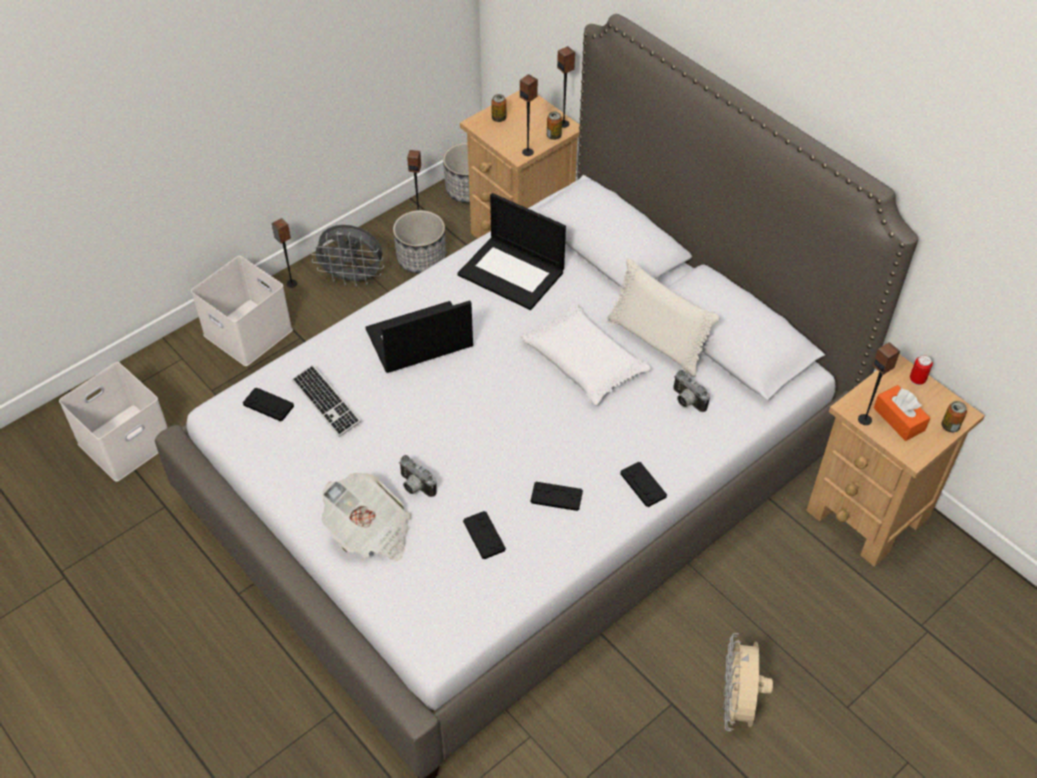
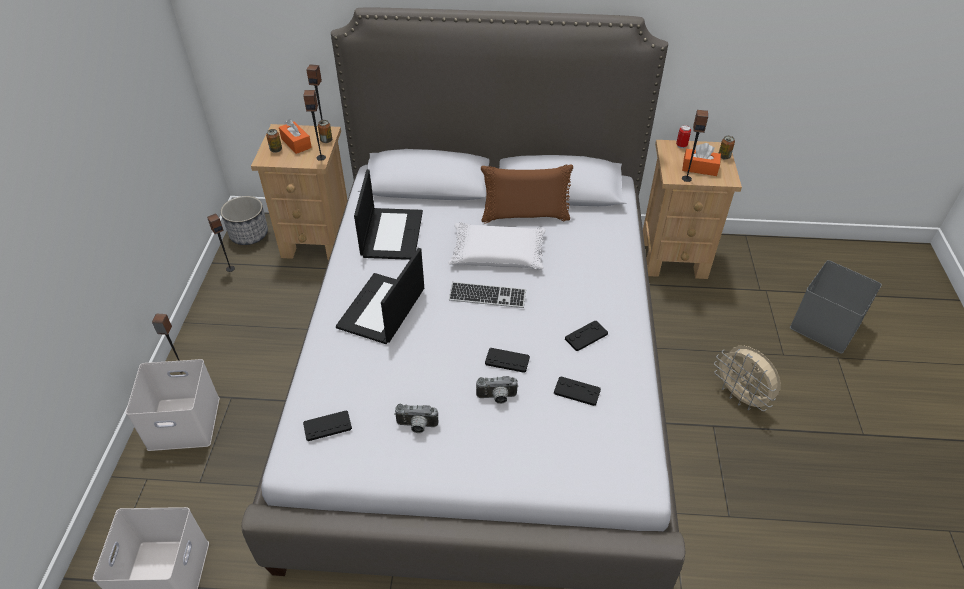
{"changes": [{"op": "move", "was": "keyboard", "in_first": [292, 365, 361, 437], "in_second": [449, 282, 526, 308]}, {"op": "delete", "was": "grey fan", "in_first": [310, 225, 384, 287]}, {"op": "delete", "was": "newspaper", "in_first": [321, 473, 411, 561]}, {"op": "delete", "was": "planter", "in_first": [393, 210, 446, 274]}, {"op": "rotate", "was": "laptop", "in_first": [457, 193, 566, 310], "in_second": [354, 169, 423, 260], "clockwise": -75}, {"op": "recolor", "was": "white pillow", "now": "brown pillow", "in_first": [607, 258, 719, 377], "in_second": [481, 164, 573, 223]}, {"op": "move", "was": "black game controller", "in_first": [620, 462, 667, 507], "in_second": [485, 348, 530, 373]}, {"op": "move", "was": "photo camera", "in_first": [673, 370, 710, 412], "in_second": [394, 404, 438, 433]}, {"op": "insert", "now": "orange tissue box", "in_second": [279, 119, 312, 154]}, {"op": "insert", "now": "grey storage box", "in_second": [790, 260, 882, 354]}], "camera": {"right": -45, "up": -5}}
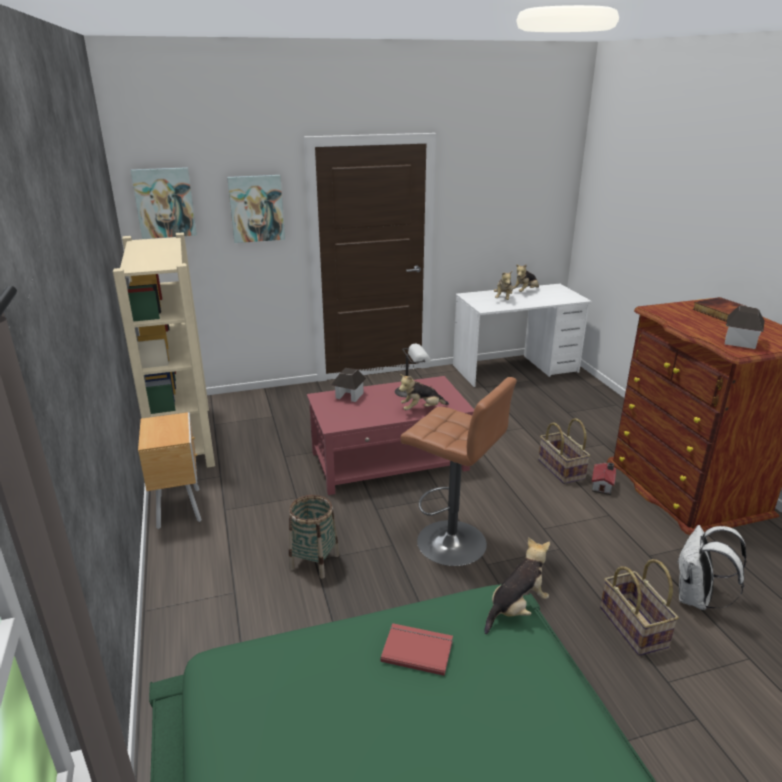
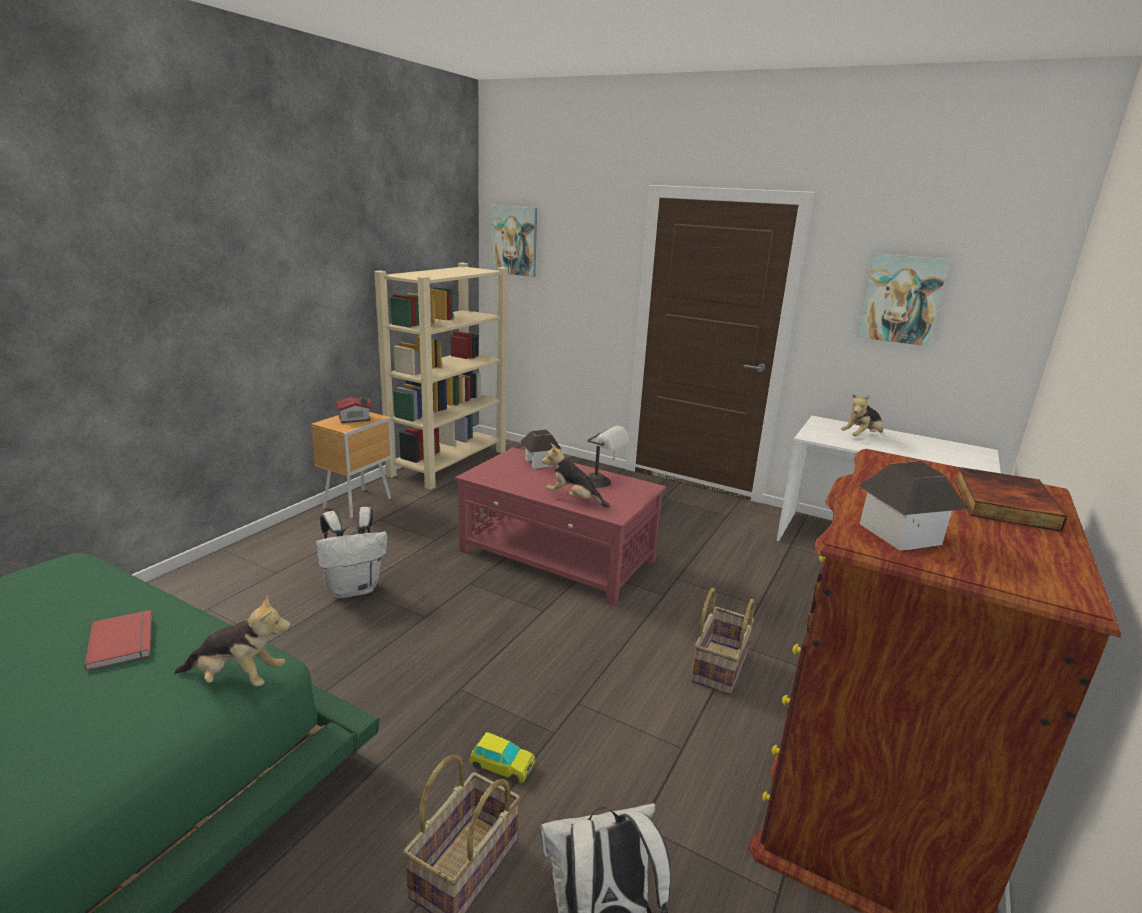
{"changes": [{"op": "move", "was": "picture", "in_first": [227, 175, 285, 243], "in_second": [857, 253, 950, 346]}, {"op": "replace", "was": "basket", "now": "white backpack", "in_first": [289, 495, 339, 579], "in_second": [316, 507, 387, 599]}, {"op": "delete", "was": "brown stool", "in_first": [400, 377, 517, 566]}, {"op": "delete", "was": "plush toy", "in_first": [513, 264, 539, 292]}, {"op": "move", "was": "toy house", "in_first": [592, 463, 616, 495], "in_second": [336, 397, 372, 423]}, {"op": "insert", "now": "toy car", "in_second": [469, 732, 535, 783]}], "camera": {"right": 45, "up": -5}}
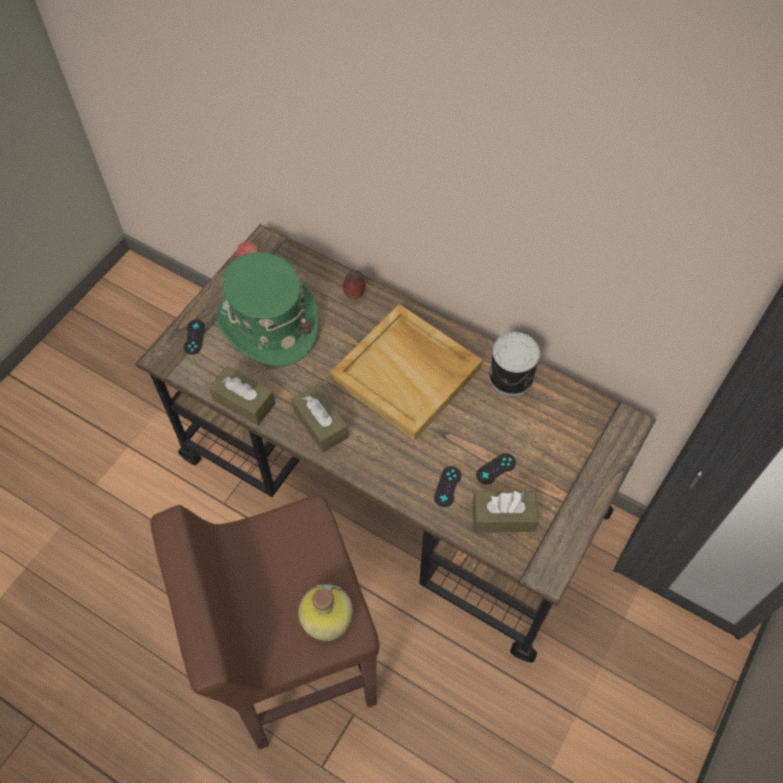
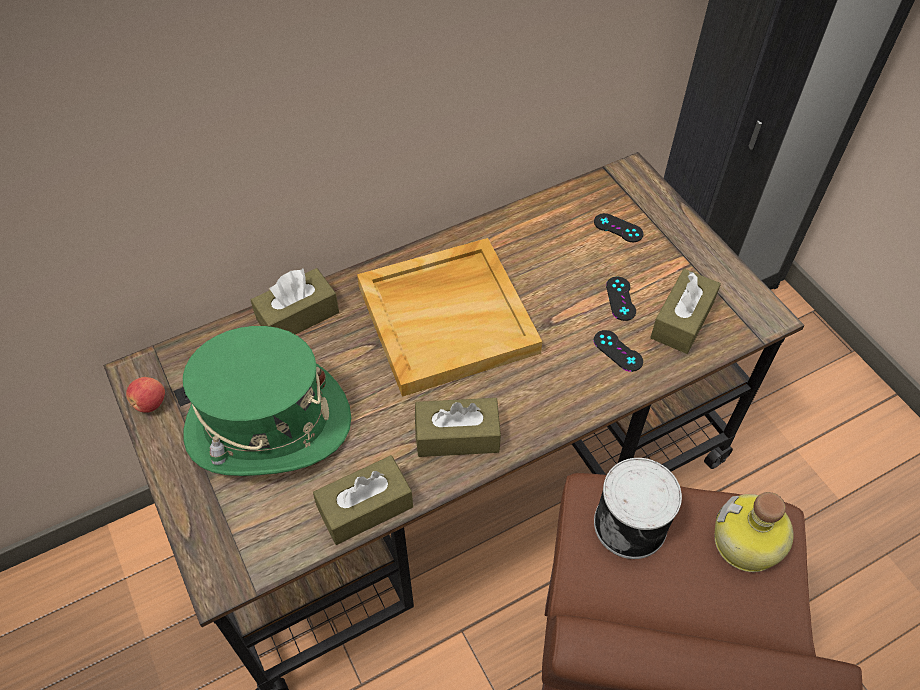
{"changes": [{"op": "move", "was": "black game controller", "in_first": [184, 320, 205, 355], "in_second": [594, 213, 644, 242]}, {"op": "replace", "was": "apple", "now": "brown tissue box", "in_first": [343, 270, 366, 300], "in_second": [251, 268, 339, 335]}, {"op": "move", "was": "can", "in_first": [489, 332, 540, 396], "in_second": [594, 458, 682, 559]}], "camera": {"right": -60, "up": -5}}
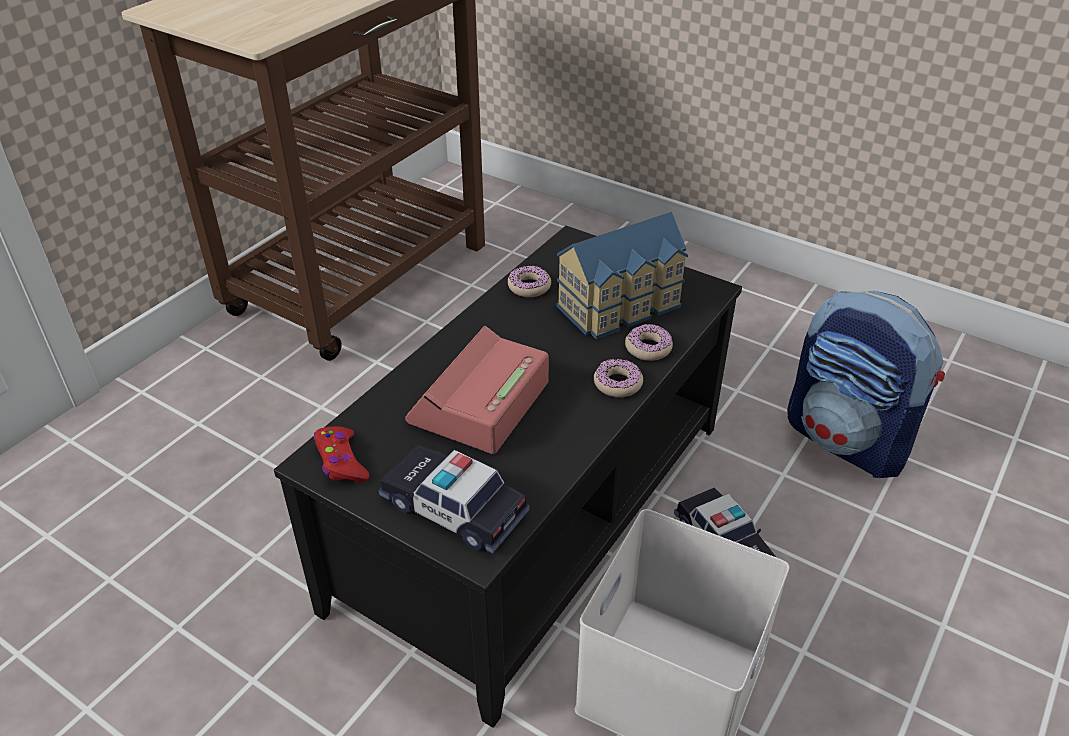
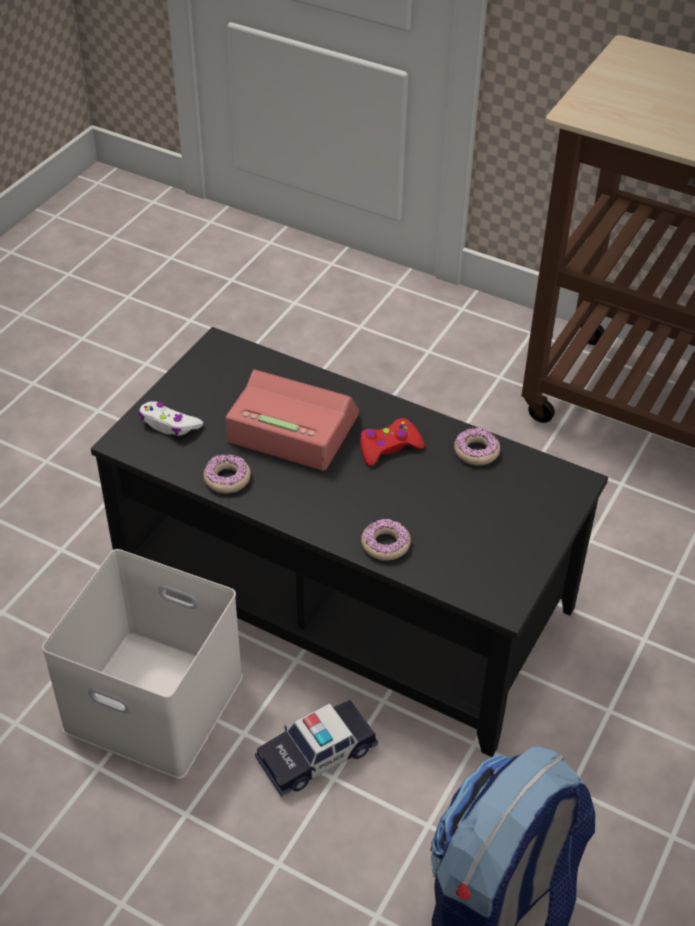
{"changes": [{"op": "move", "was": "red game controller", "in_first": [314, 426, 369, 482], "in_second": [360, 418, 424, 466]}, {"op": "replace", "was": "toy car", "now": "white game controller", "in_first": [379, 445, 530, 554], "in_second": [138, 401, 203, 436]}, {"op": "delete", "was": "toy house", "in_first": [556, 211, 688, 339]}, {"op": "move", "was": "donut", "in_first": [594, 359, 643, 397], "in_second": [203, 454, 251, 493]}], "camera": {"right": 85, "up": 5}}
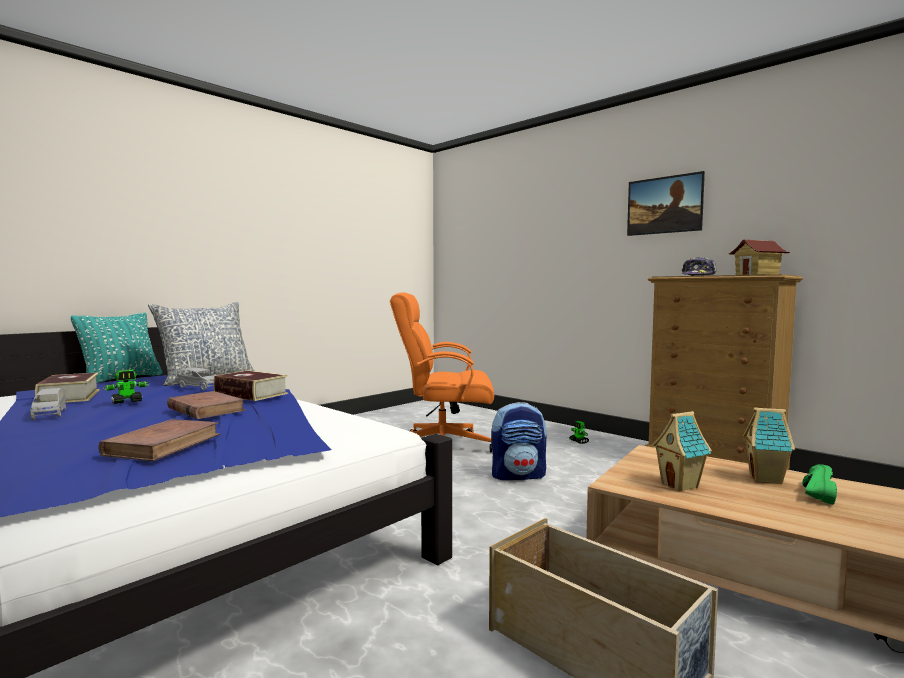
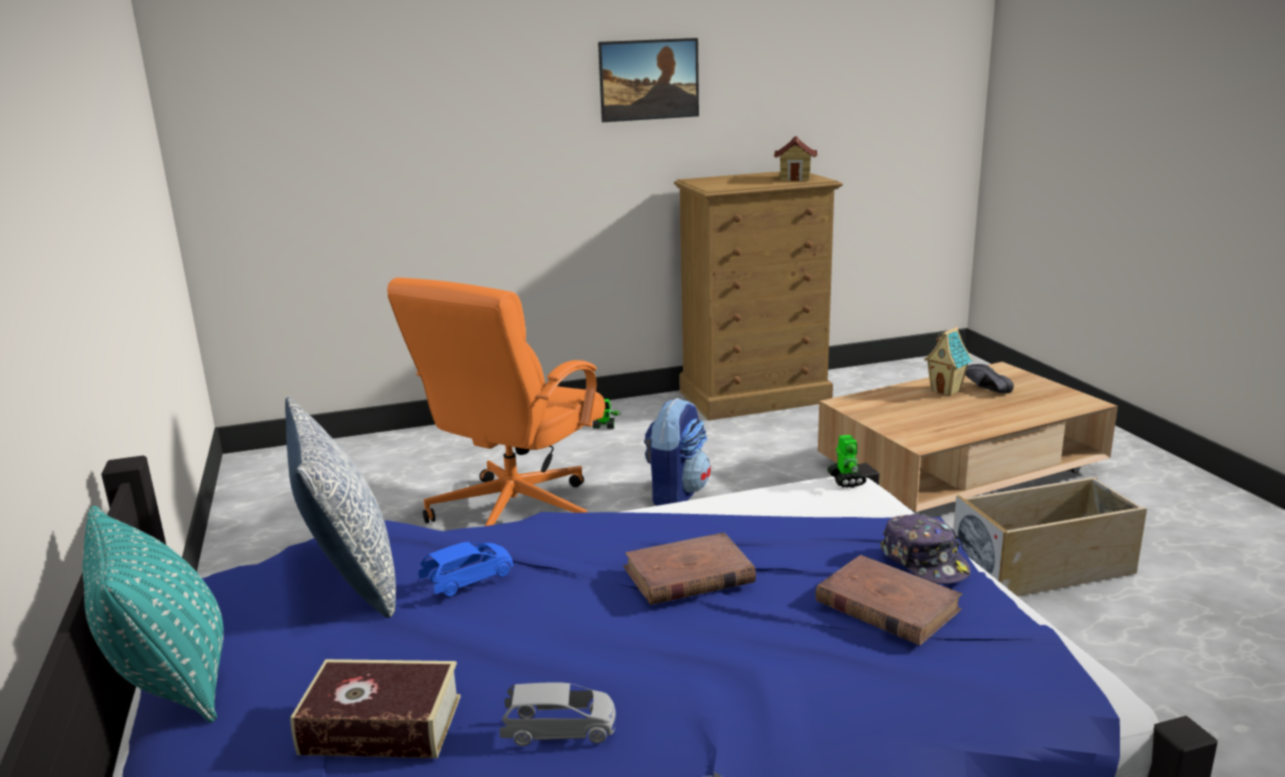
{"changes": [{"op": "move", "was": "toy robot", "in_first": [103, 370, 149, 404], "in_second": [827, 435, 867, 488]}, {"op": "recolor", "was": "grey toy car", "now": "blue toy car", "in_first": [176, 368, 215, 390], "in_second": [419, 542, 513, 597]}, {"op": "delete", "was": "book", "in_first": [213, 370, 288, 401]}, {"op": "delete", "was": "toy house", "in_first": [652, 411, 712, 492]}, {"op": "move", "was": "cap", "in_first": [682, 257, 716, 276], "in_second": [880, 514, 971, 584]}, {"op": "recolor", "was": "green shoe", "now": "black shoe", "in_first": [802, 464, 837, 505], "in_second": [965, 364, 1014, 393]}], "camera": {"right": -60, "up": 15}}
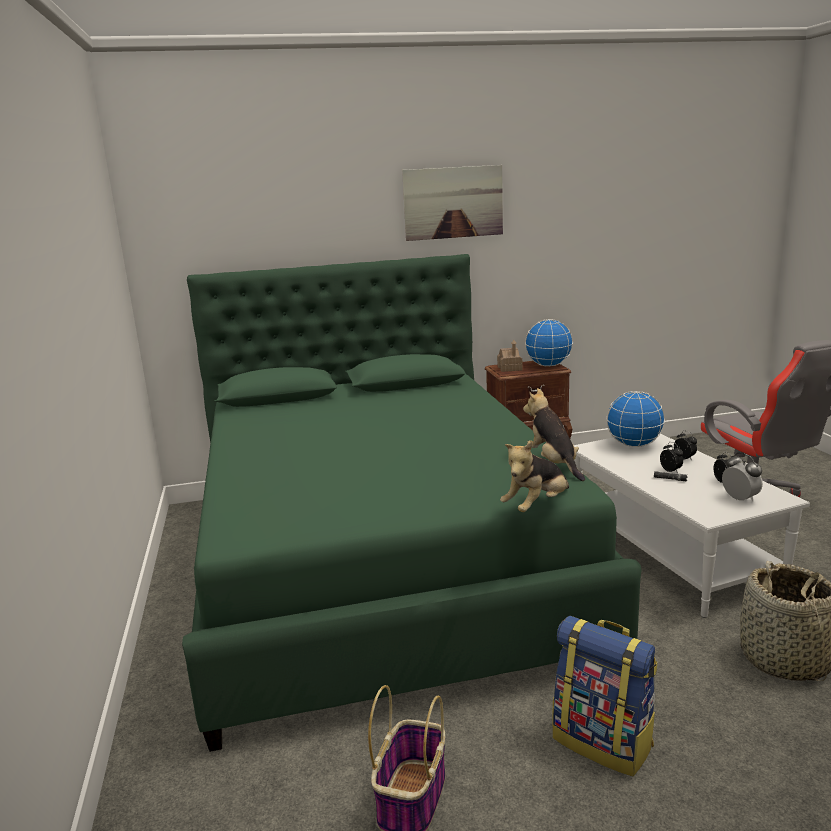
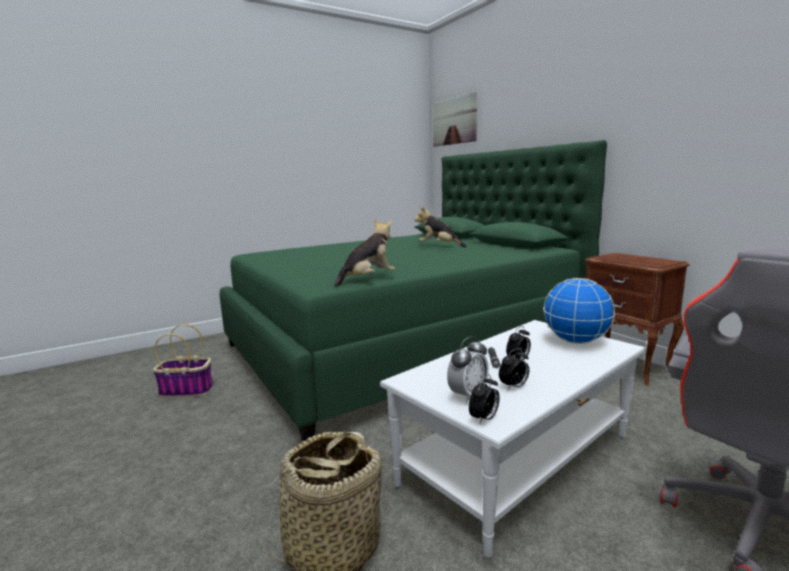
{"changes": [{"op": "move", "was": "picture", "in_first": [402, 165, 503, 241], "in_second": [433, 92, 477, 147]}, {"op": "delete", "was": "toy house", "in_first": [497, 340, 523, 372]}, {"op": "move", "was": "plush toy", "in_first": [500, 442, 569, 512], "in_second": [414, 207, 467, 247]}, {"op": "delete", "was": "globe", "in_first": [525, 319, 573, 367]}, {"op": "delete", "was": "backpack", "in_first": [553, 616, 657, 776]}, {"op": "move", "was": "alarm clock", "in_first": [674, 430, 697, 461], "in_second": [469, 374, 500, 424]}], "camera": {"right": 70, "up": -5}}
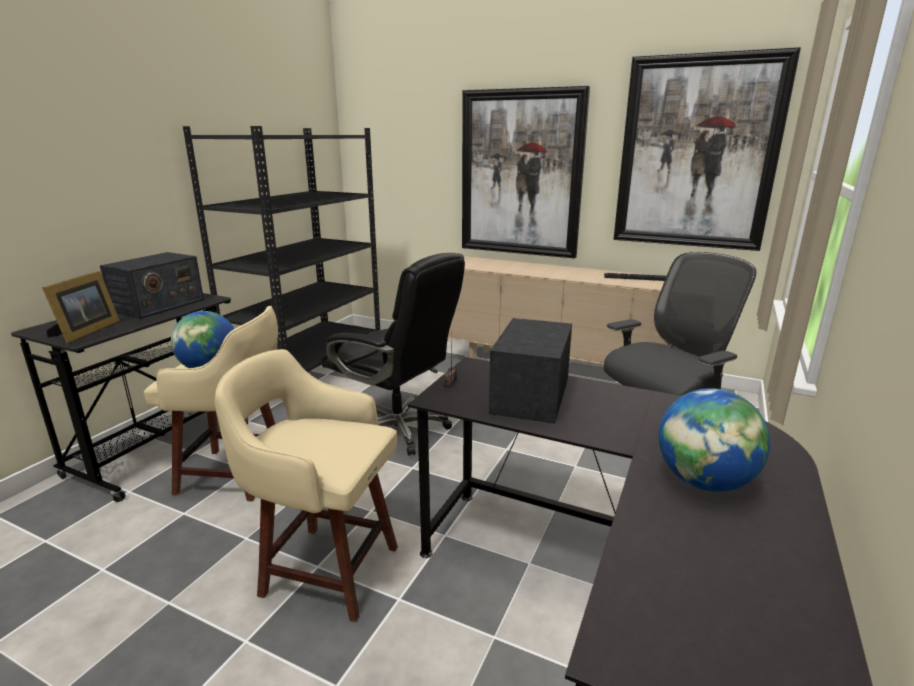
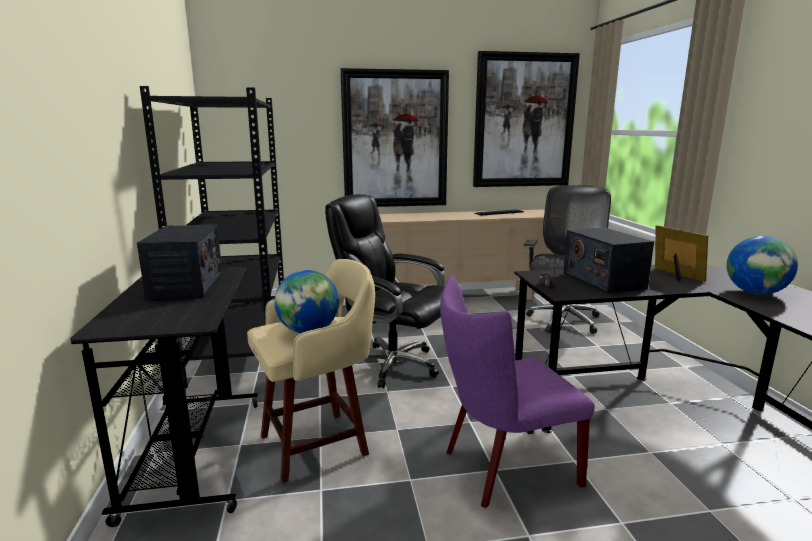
{"changes": [{"op": "move", "was": "picture frame", "in_first": [42, 271, 120, 343], "in_second": [655, 225, 708, 282]}, {"op": "replace", "was": "beige stool", "now": "purple chair", "in_first": [215, 349, 398, 622], "in_second": [440, 275, 595, 508]}, {"op": "rotate", "was": "black office chair", "in_first": [321, 253, 465, 455], "in_second": [325, 194, 445, 388], "clockwise": -150}], "camera": {"right": -35, "up": -5}}
